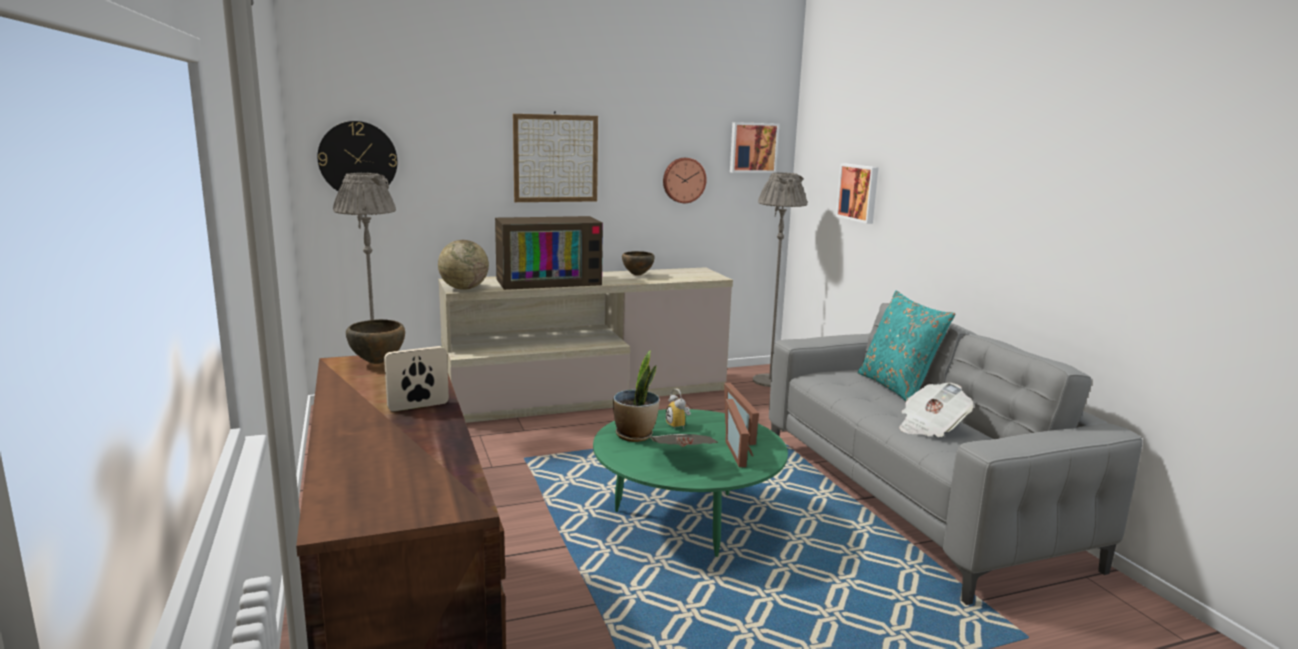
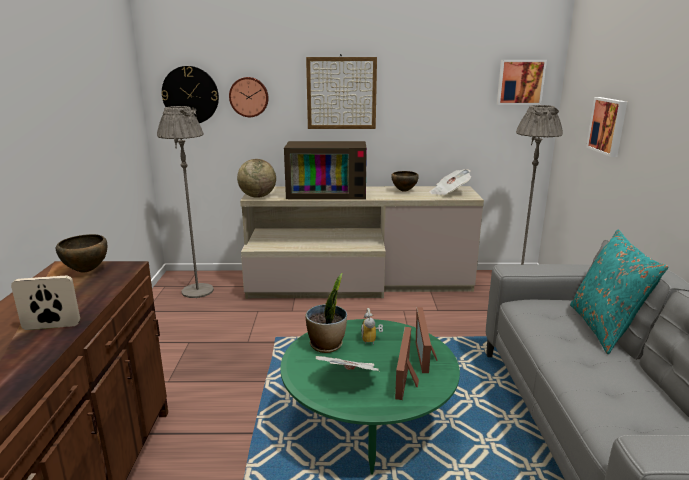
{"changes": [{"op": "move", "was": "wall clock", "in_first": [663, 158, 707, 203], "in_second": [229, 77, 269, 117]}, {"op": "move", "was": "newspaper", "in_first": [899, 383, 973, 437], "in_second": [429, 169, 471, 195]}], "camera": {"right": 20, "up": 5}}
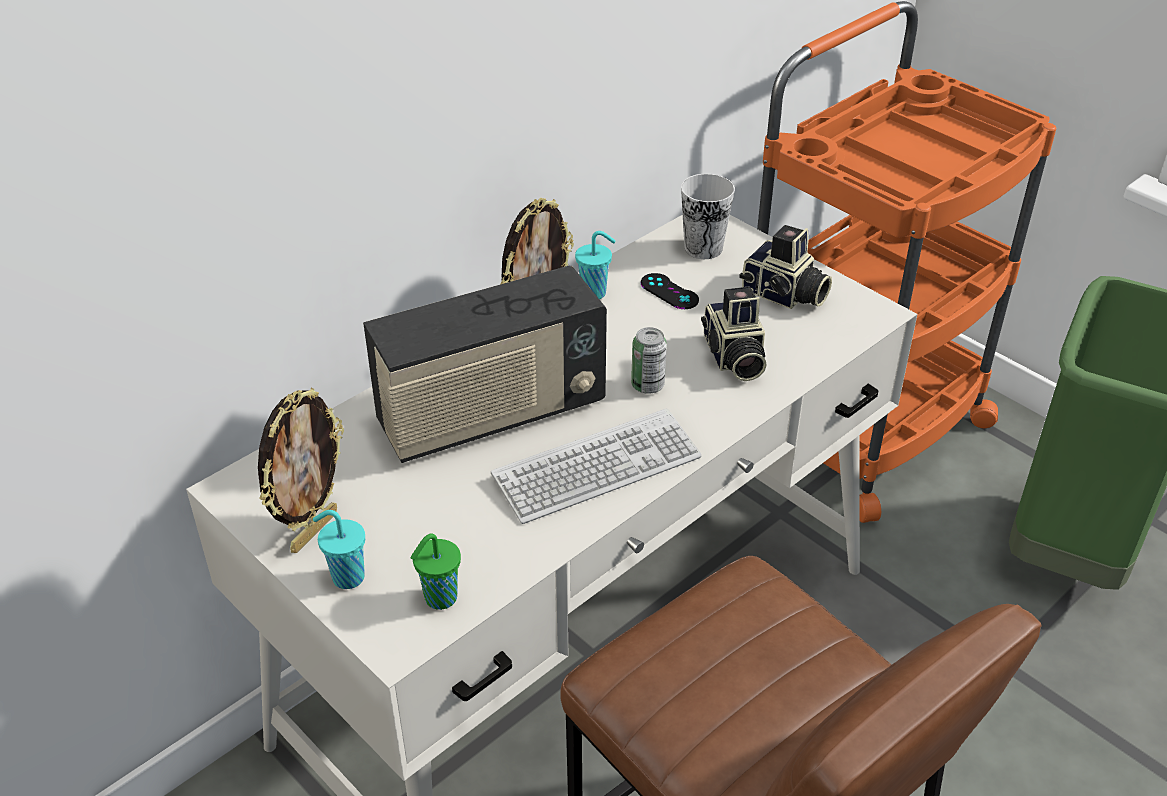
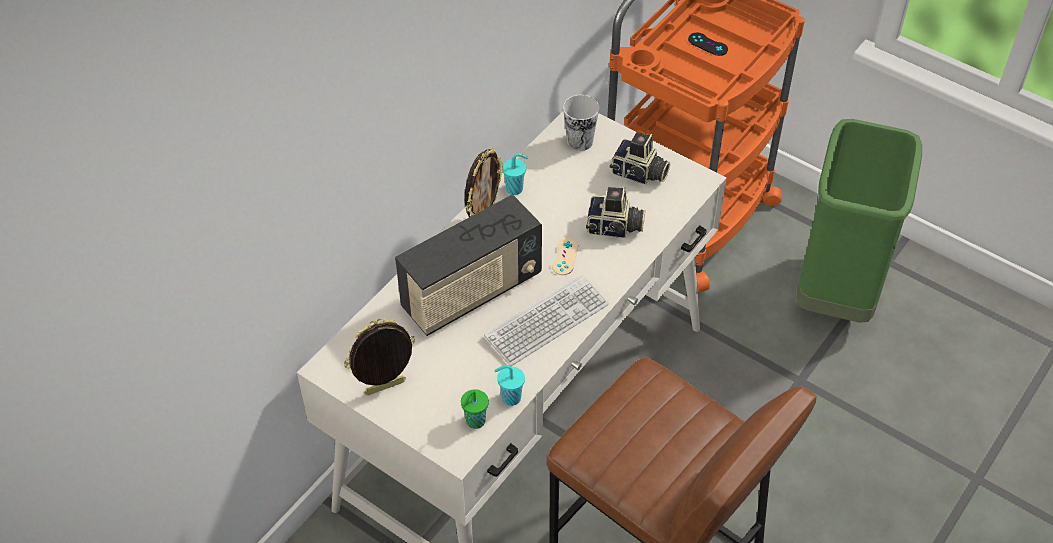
{"changes": [{"op": "rotate", "was": "picture frame", "in_first": [258, 388, 344, 553], "in_second": [344, 319, 415, 395], "clockwise": -135}, {"op": "move", "was": "turquoise cup", "in_first": [313, 510, 365, 589], "in_second": [494, 365, 525, 406]}, {"op": "replace", "was": "can", "now": "beige game controller", "in_first": [631, 327, 667, 394], "in_second": [552, 238, 578, 275]}, {"op": "move", "was": "black game controller", "in_first": [641, 273, 699, 309], "in_second": [688, 33, 728, 56]}, {"op": "rotate", "was": "photo camera", "in_first": [701, 286, 767, 381], "in_second": [586, 187, 645, 238], "clockwise": -60}], "camera": {"right": -10, "up": 10}}
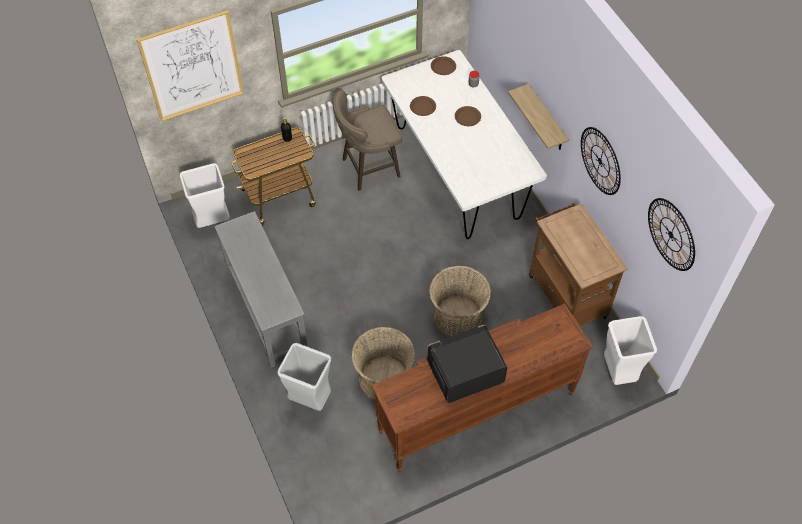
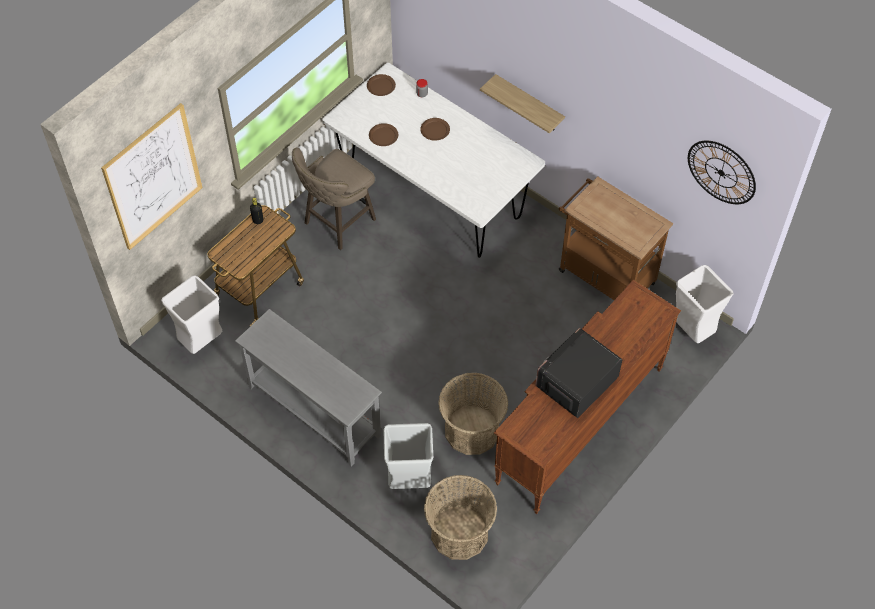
{"changes": [{"op": "move", "was": "basket", "in_first": [429, 266, 491, 337], "in_second": [424, 475, 497, 560]}, {"op": "delete", "was": "wall clock", "in_first": [581, 127, 621, 195]}], "camera": {"right": -25, "up": 0}}
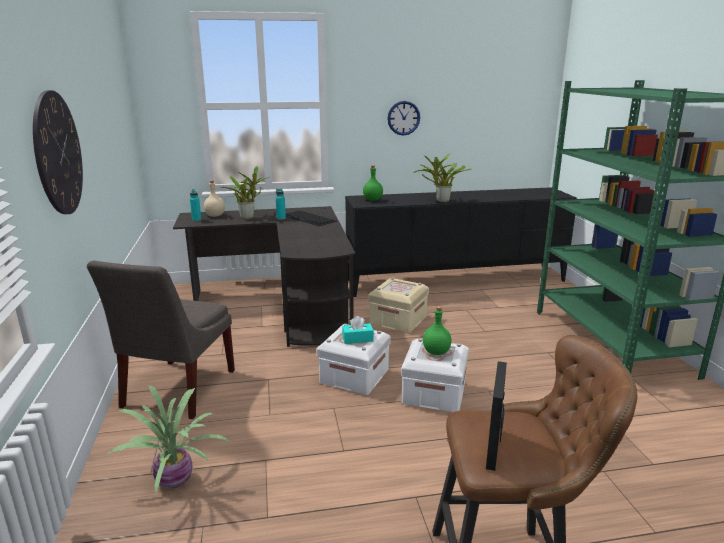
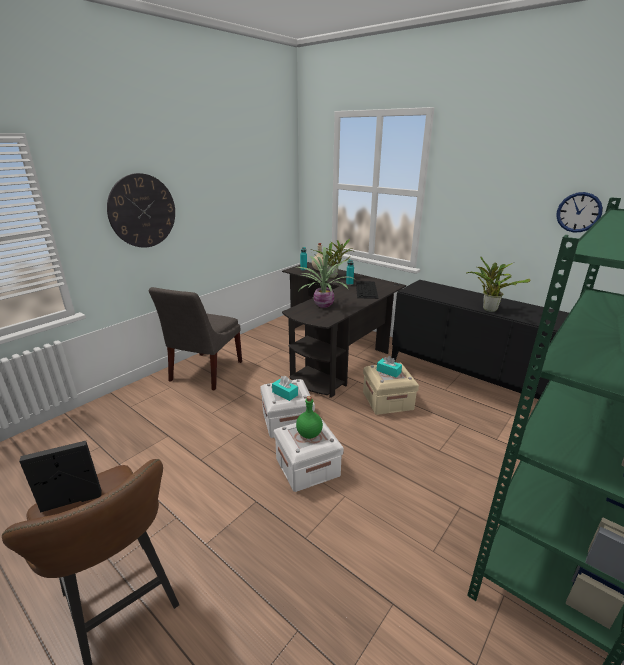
{"changes": [{"op": "rotate", "was": "grey chair", "in_first": [87, 261, 235, 419], "in_second": [149, 287, 242, 390], "clockwise": -45}, {"op": "move", "was": "potted plant", "in_first": [106, 386, 230, 494], "in_second": [294, 247, 354, 308]}, {"op": "delete", "was": "green bottle", "in_first": [363, 165, 383, 201]}, {"op": "move", "was": "wall clock", "in_first": [387, 101, 420, 136], "in_second": [556, 192, 603, 232]}, {"op": "insert", "now": "turquoise tissue box", "in_second": [377, 356, 402, 377]}], "camera": {"right": 50, "up": 5}}
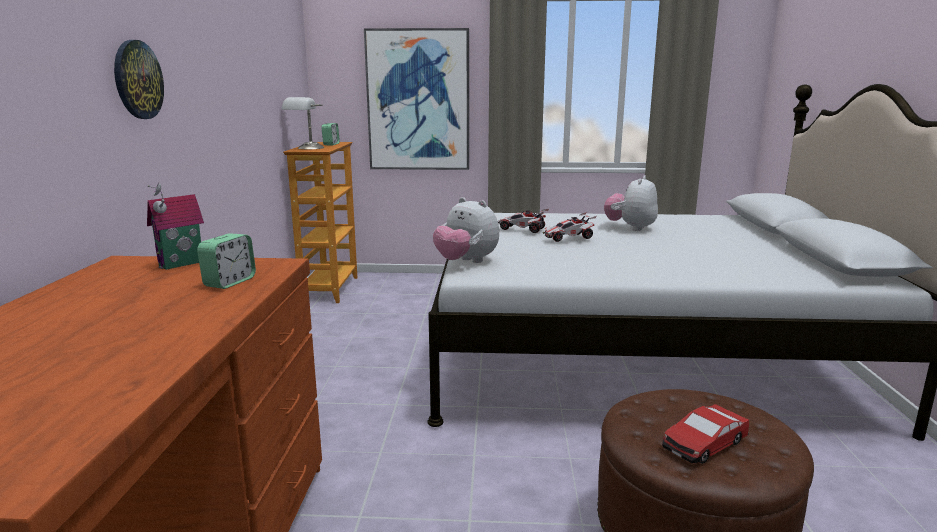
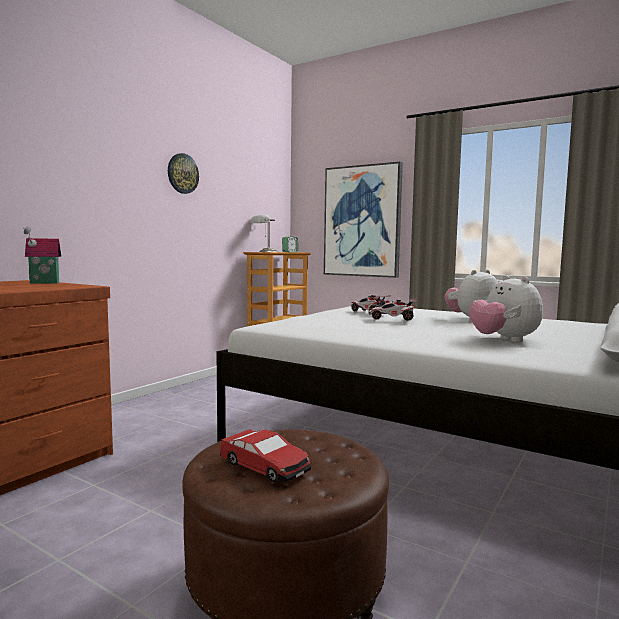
{"changes": [{"op": "move", "was": "wall clock", "in_first": [114, 40, 164, 119], "in_second": [168, 153, 199, 194]}, {"op": "delete", "was": "alarm clock", "in_first": [197, 233, 256, 289]}, {"op": "move", "was": "plush toy", "in_first": [433, 197, 499, 263], "in_second": [469, 275, 543, 342]}, {"op": "rotate", "was": "toy car", "in_first": [662, 404, 749, 464], "in_second": [220, 429, 311, 483], "clockwise": -135}], "camera": {"right": 30, "up": -10}}
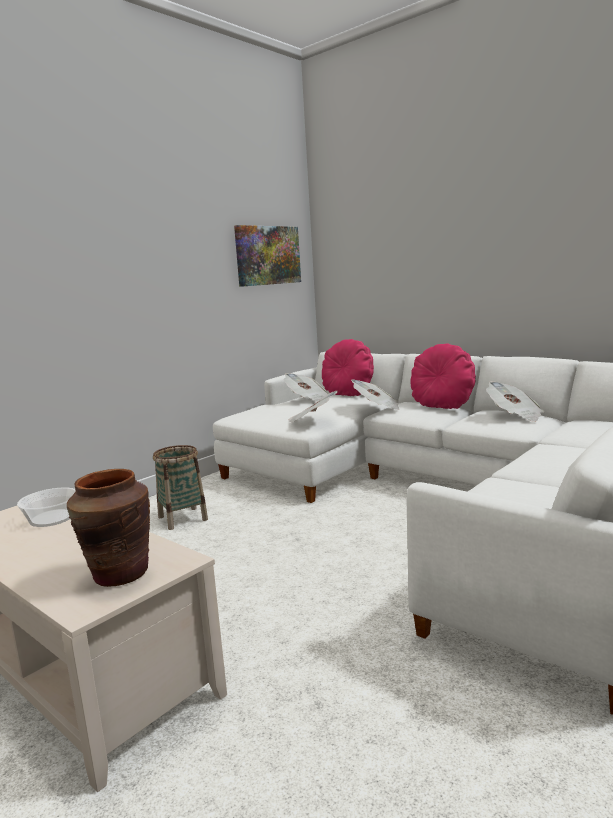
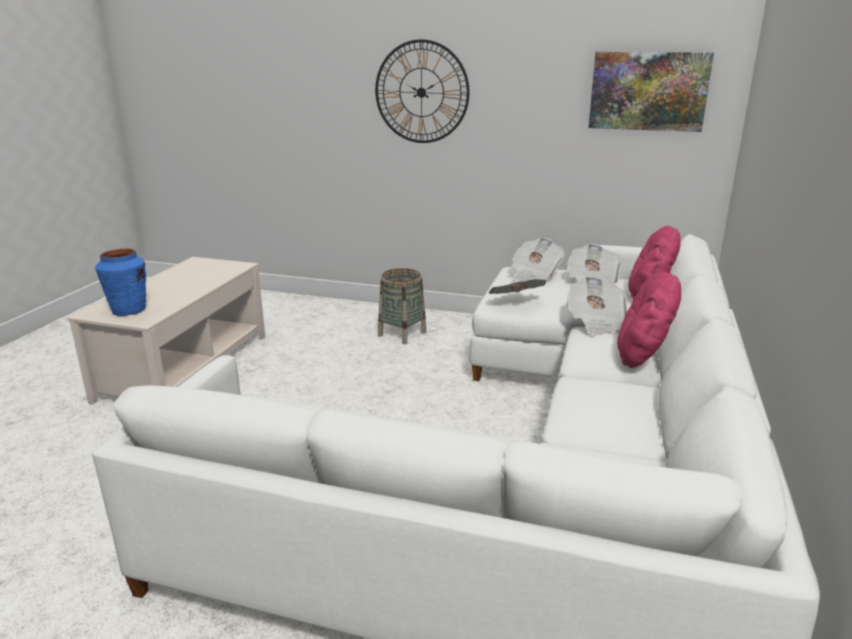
{"changes": [{"op": "delete", "was": "bowl", "in_first": [17, 487, 76, 527]}, {"op": "recolor", "was": "brown vase", "now": "blue vase", "in_first": [67, 469, 150, 587], "in_second": [95, 248, 146, 316]}, {"op": "move", "was": "newspaper", "in_first": [486, 381, 544, 422], "in_second": [511, 238, 565, 282]}, {"op": "insert", "now": "wall clock", "in_second": [375, 39, 470, 143]}], "camera": {"right": 65, "up": 10}}
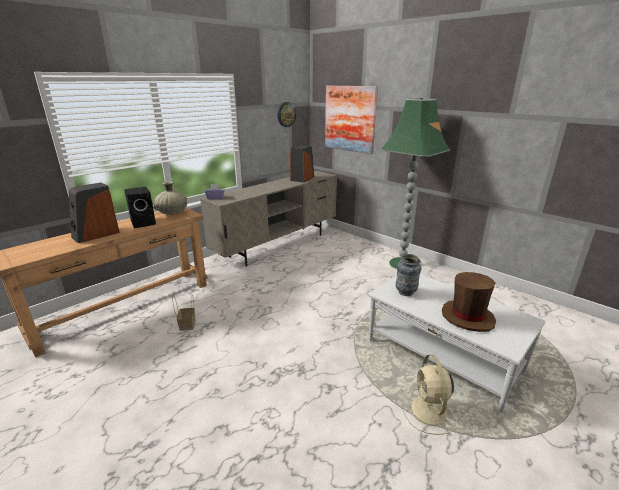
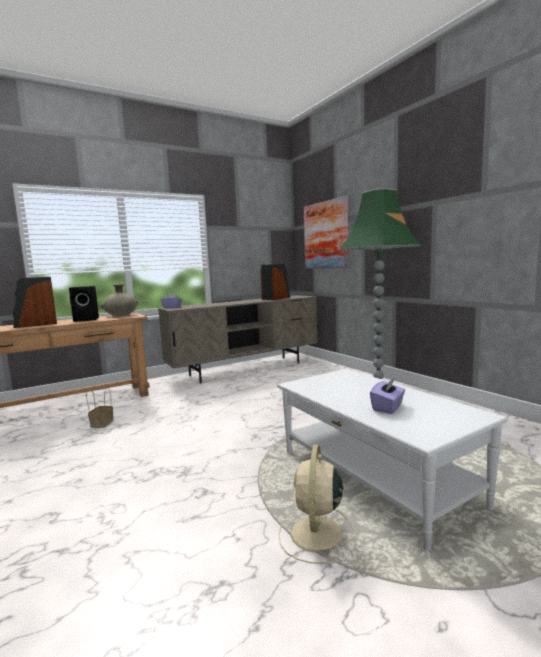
{"changes": [{"op": "delete", "was": "wall clock", "in_first": [277, 102, 296, 127]}, {"op": "delete", "was": "vase", "in_first": [395, 254, 421, 296]}, {"op": "replace", "was": "brown hat", "now": "purple tissue box", "in_first": [442, 272, 496, 332], "in_second": [370, 378, 405, 414]}], "camera": {"right": 15, "up": -15}}
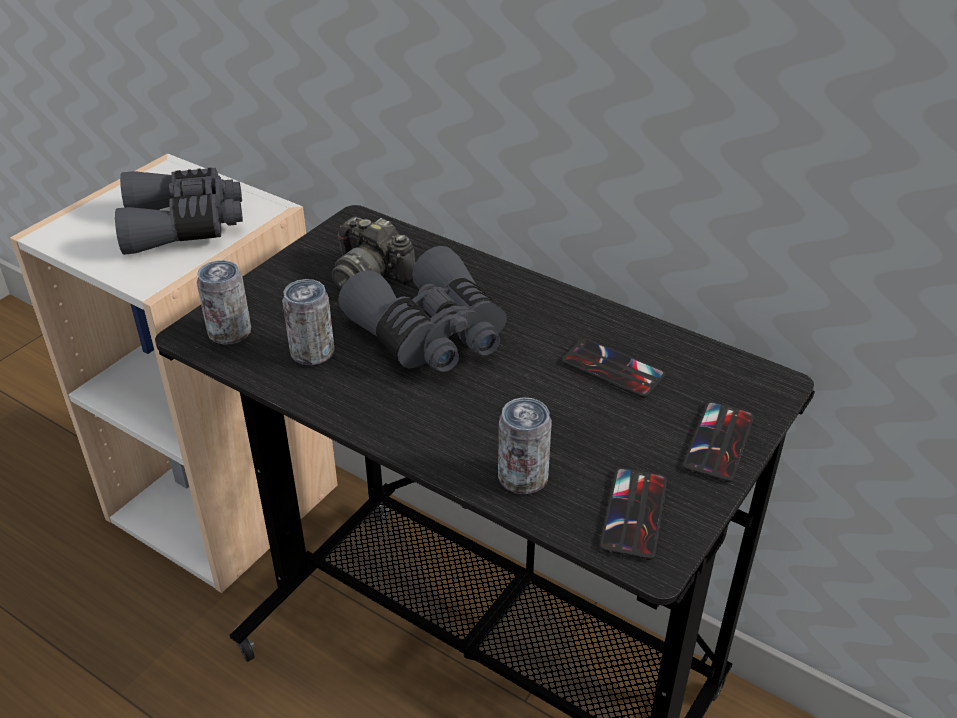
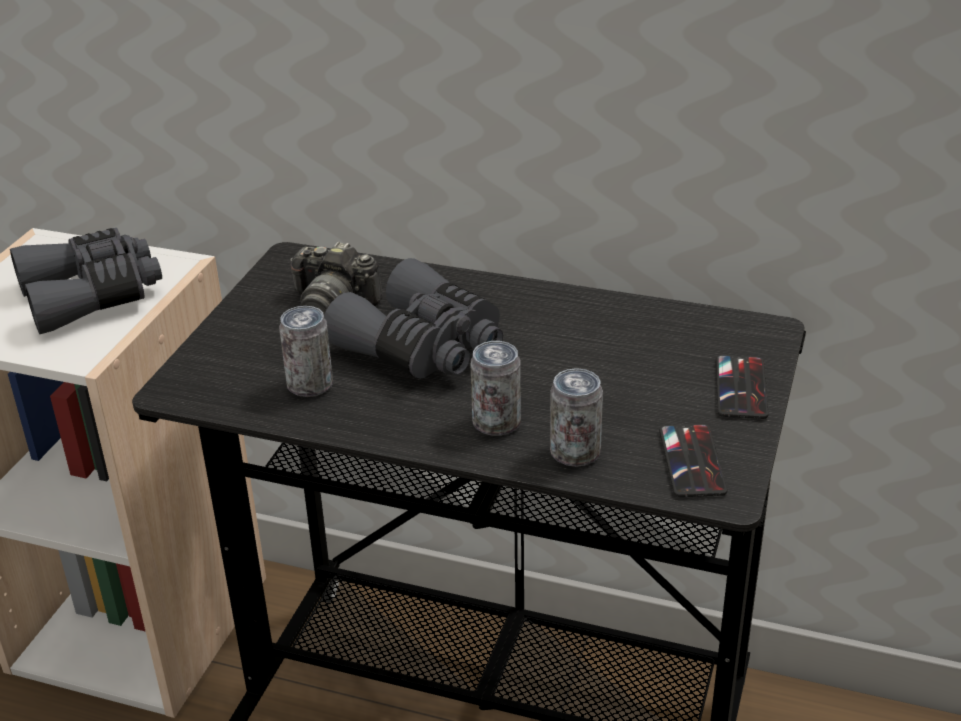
{"changes": [{"op": "move", "was": "can", "in_first": [197, 260, 251, 345], "in_second": [471, 341, 521, 436]}, {"op": "delete", "was": "phone", "in_first": [562, 338, 665, 398]}], "camera": {"right": -15, "up": -5}}
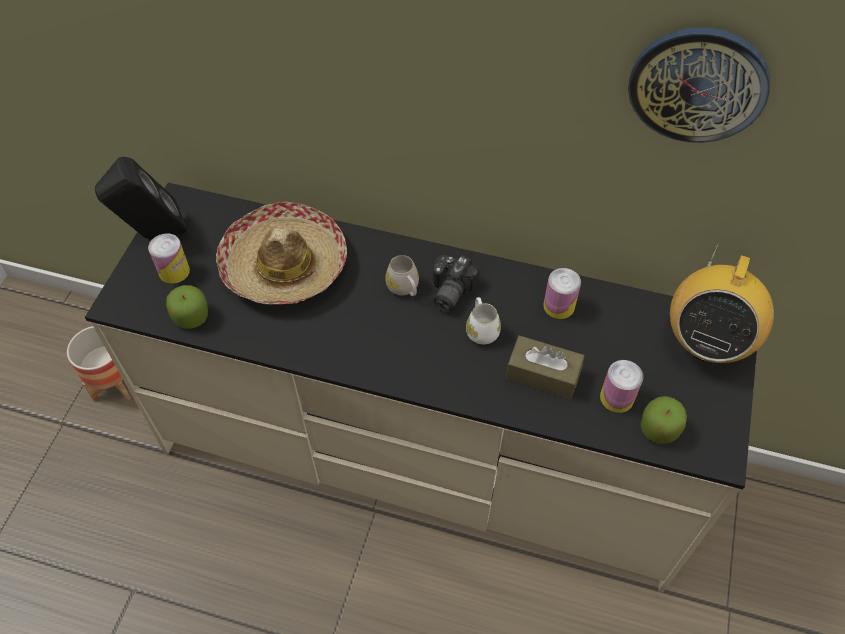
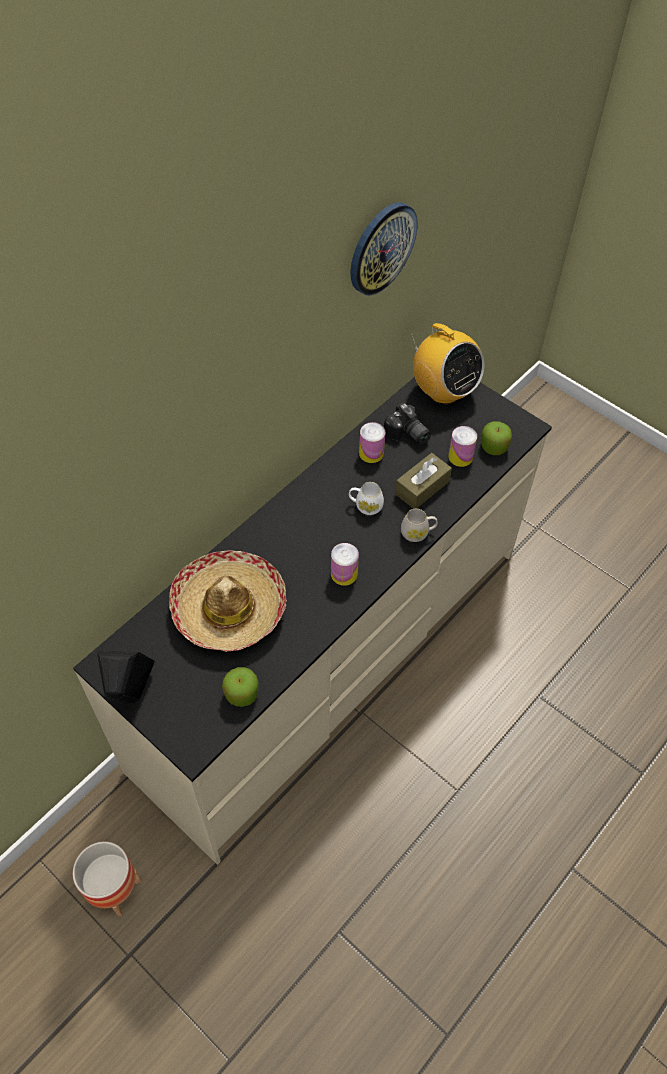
{"changes": [{"op": "move", "was": "can", "in_first": [148, 233, 190, 284], "in_second": [331, 543, 359, 586]}, {"op": "move", "was": "white mug", "in_first": [385, 255, 419, 296], "in_second": [401, 508, 438, 542]}, {"op": "move", "was": "photo camera", "in_first": [433, 255, 480, 312], "in_second": [384, 402, 431, 444]}], "camera": {"right": -65, "up": 0}}
